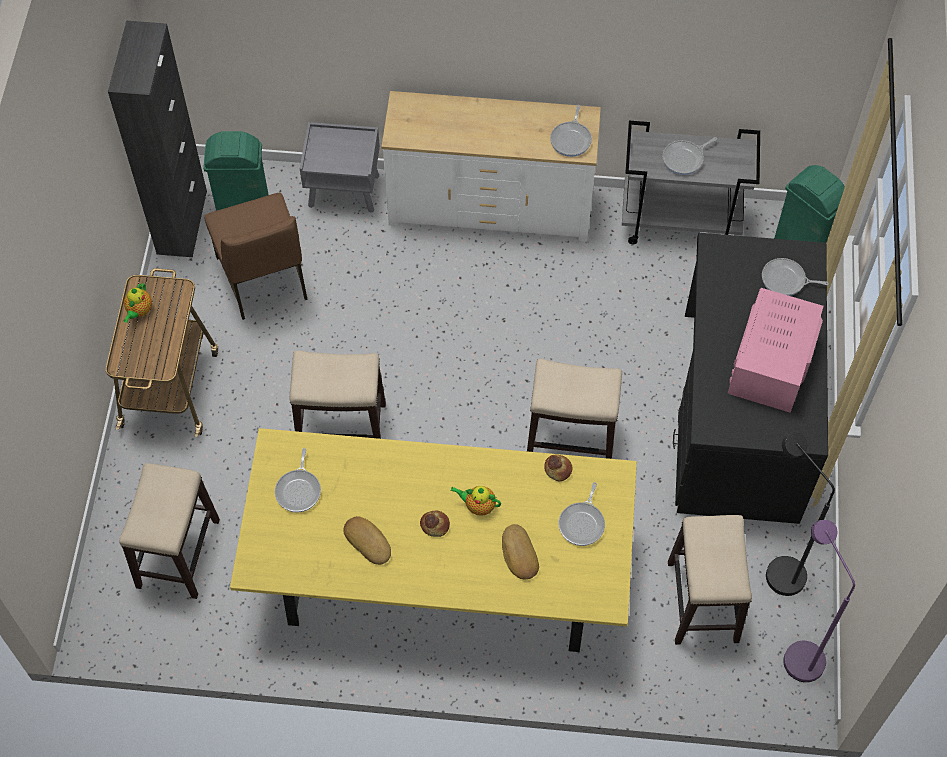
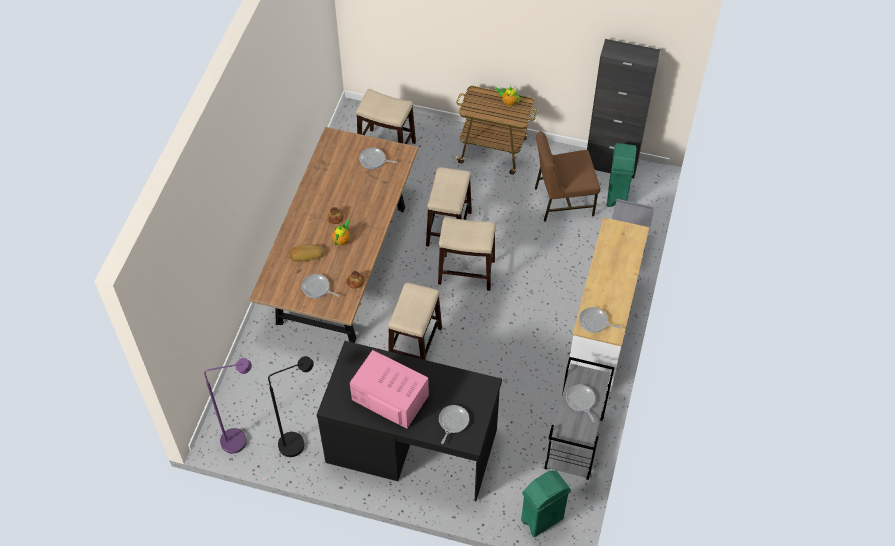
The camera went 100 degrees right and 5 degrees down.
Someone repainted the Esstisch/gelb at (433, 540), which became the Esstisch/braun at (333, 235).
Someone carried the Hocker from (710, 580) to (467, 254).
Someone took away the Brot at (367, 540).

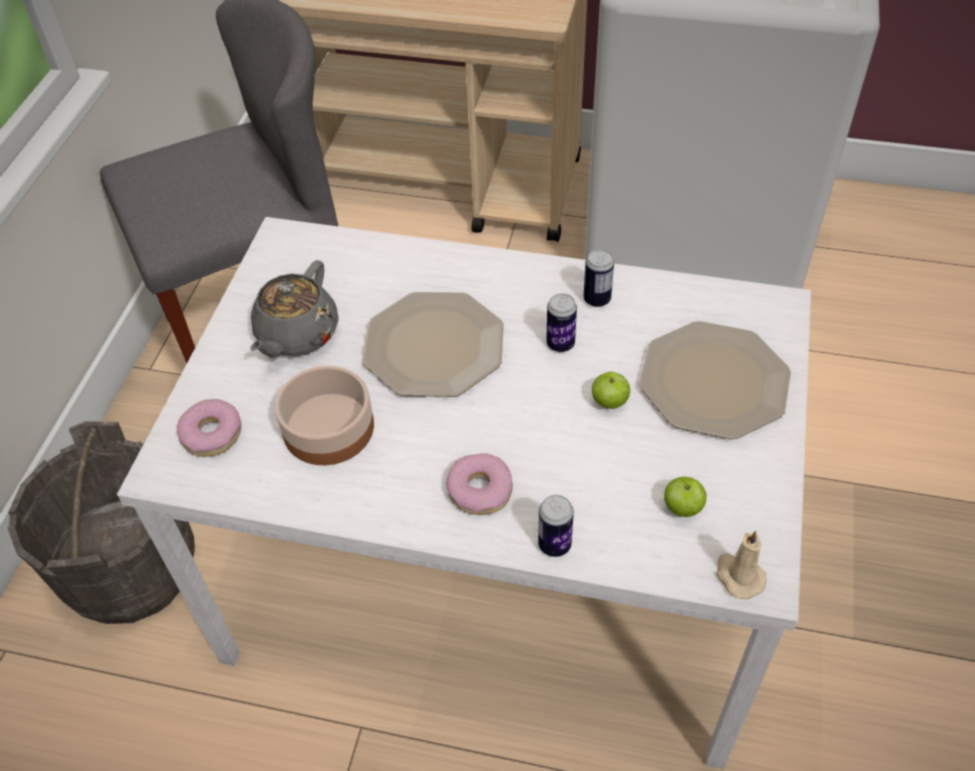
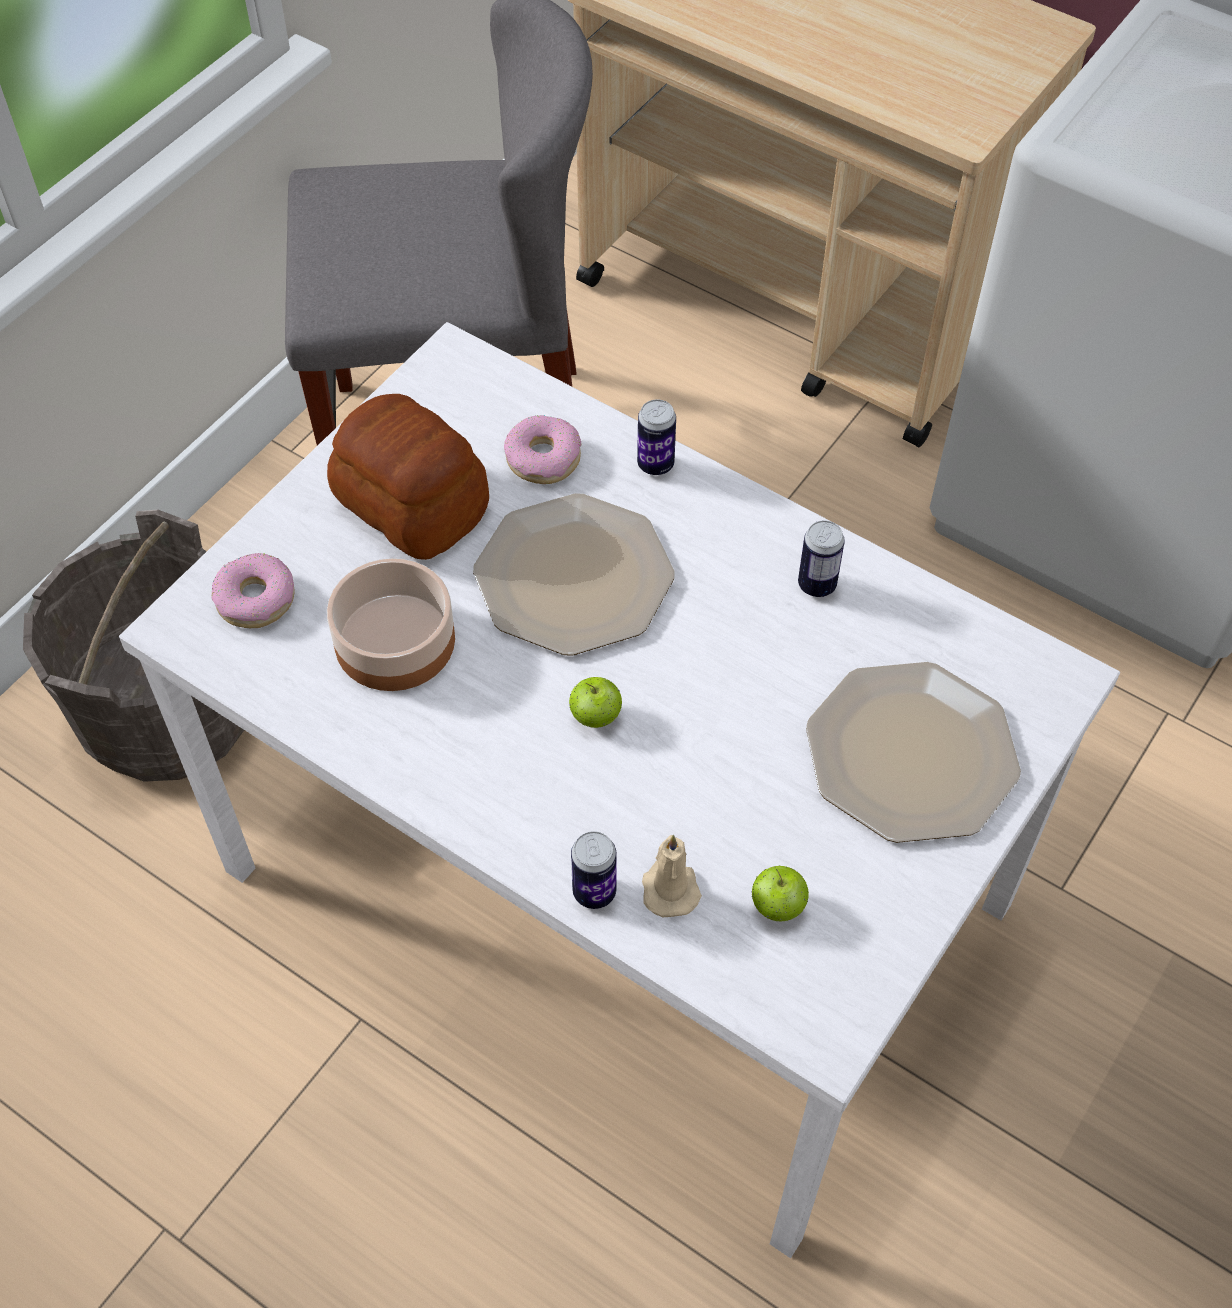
The camera went 20 degrees right and 5 degrees up.
Someone swapped the Teekanne/grau at (294, 309) for the Brot at (408, 477).
Someone carried the Donut from (479, 484) to (542, 449).
Someone carried the Apfel from (611, 390) to (595, 702).
Someone carried the Dose from (561, 322) to (656, 437).
Someone carried the Kerze/beige from (741, 565) to (672, 876).

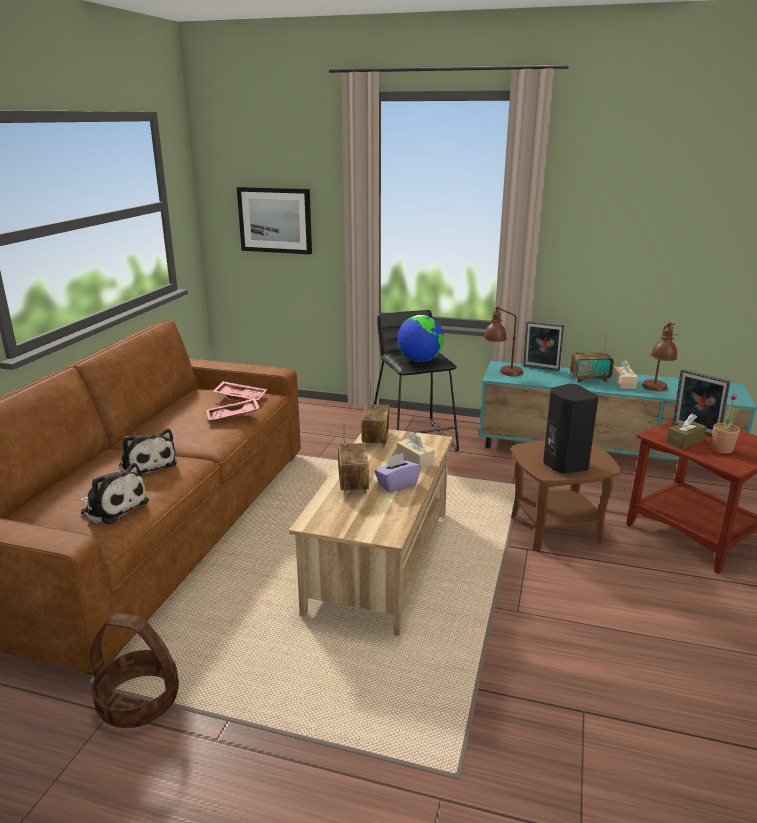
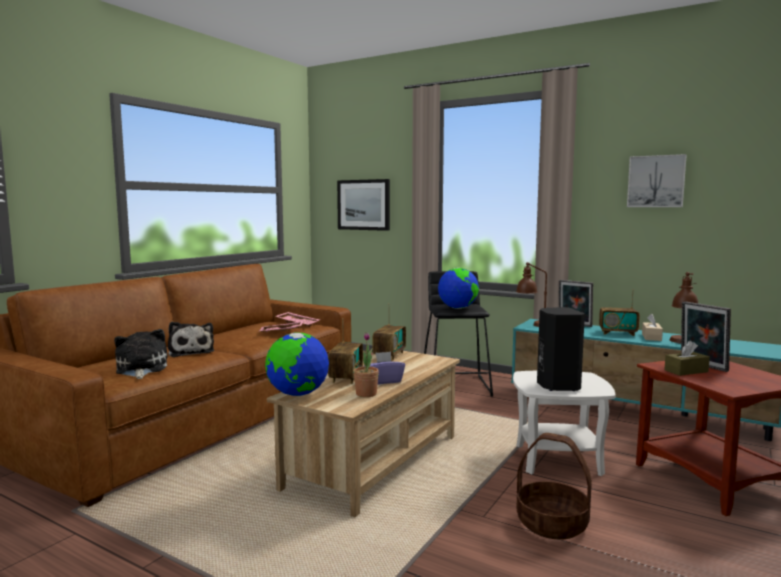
The camera went 15 degrees right and 15 degrees down.
Someone rotated the Plüschtier at (114, 493) by 150 degrees counterclockwise.
Someone put down the Globus at (297, 364).
Someone carried the Topfpflanze from (725, 423) to (366, 365).
Someone repainted the Beistelltisch/braun at (566, 496), which became the Beistelltisch/weiß at (564, 423).
Someone carried the Korb from (134, 670) to (554, 486).
Someone put up the Bild at (657, 180).
Someone took away the Taschentuchbox/beige at (416, 450).

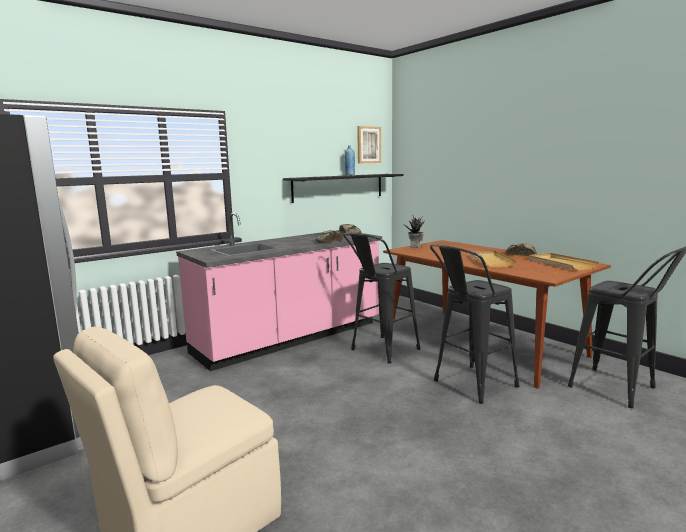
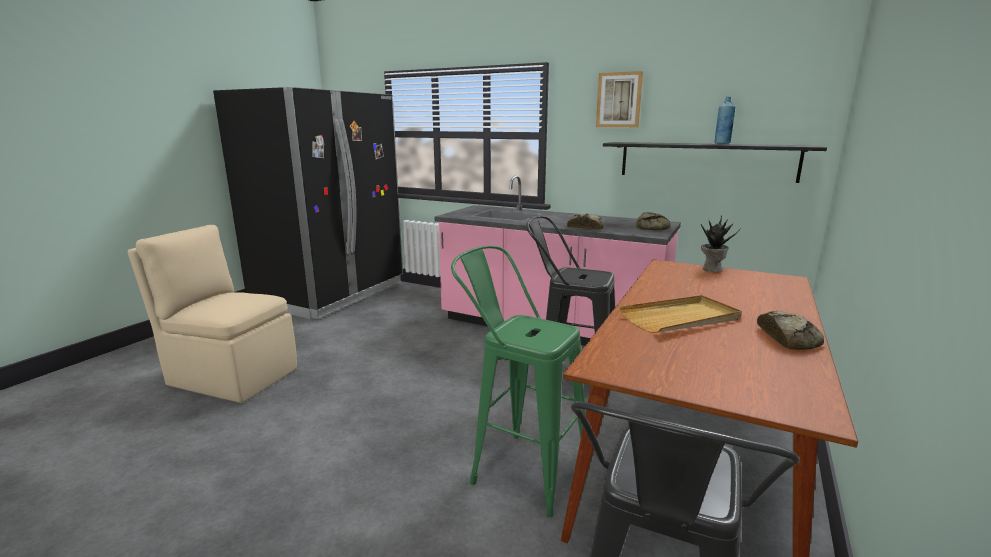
The camera went 65 degrees right and 5 degrees up.
Someone repainted the Hocker/schwarz at (475, 324), which became the Hocker/grün at (518, 381).
Someone carried the Bild from (369, 145) to (619, 99).
Someone took away the Tablett/beige at (564, 261).

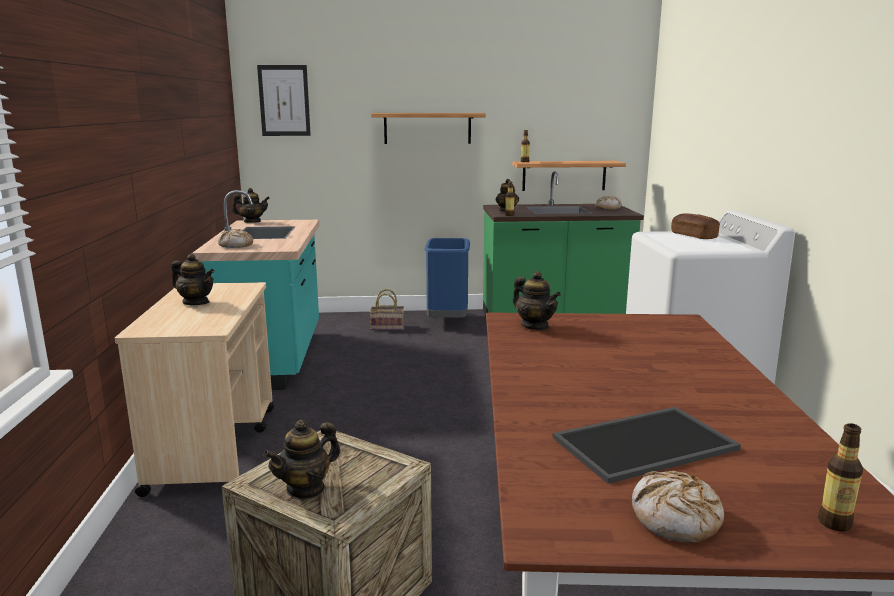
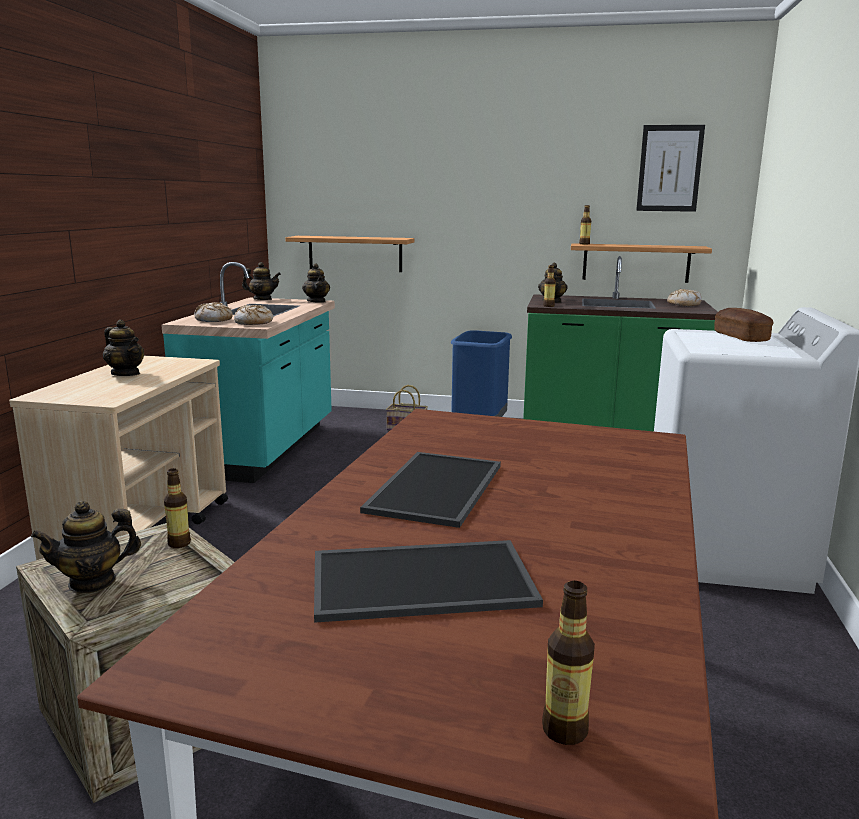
The camera went 15 degrees right and 0 degrees up.
Someone put down the Flasche at (177, 508).
Someone carried the Brot from (678, 506) to (253, 315).
Someone carried the Wandregal from (428, 128) to (350, 254).
Someone carried the Teekanne from (537, 300) to (316, 283).
Someone put down the Tablett at (430, 490).
Someone carried the Bild from (284, 100) to (670, 168).

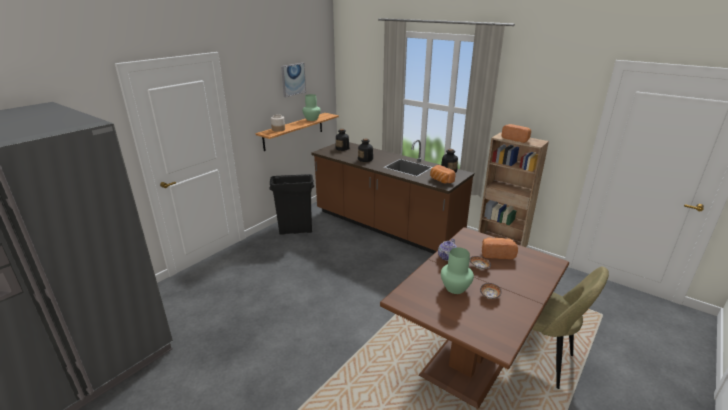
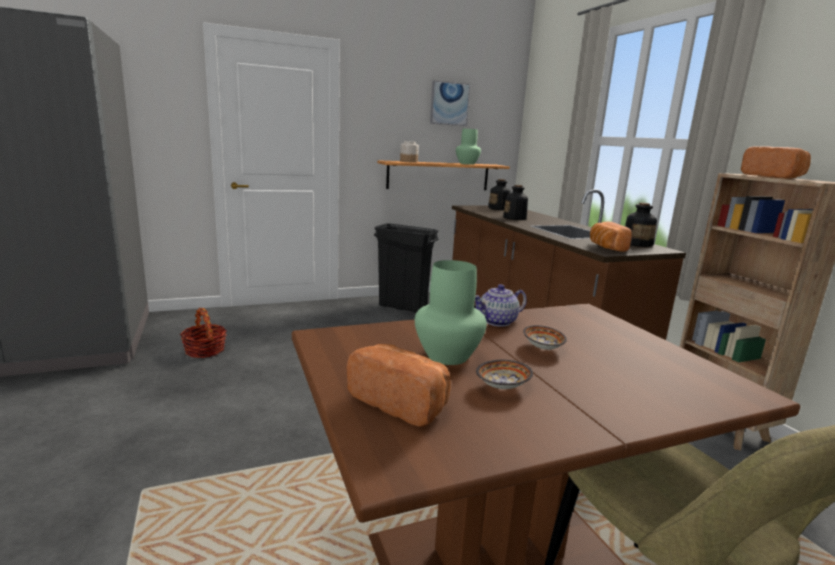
The camera went 30 degrees right and 10 degrees down.
Someone put down the Korb at (203, 333).
Someone carried the Brot from (500, 248) to (399, 385).

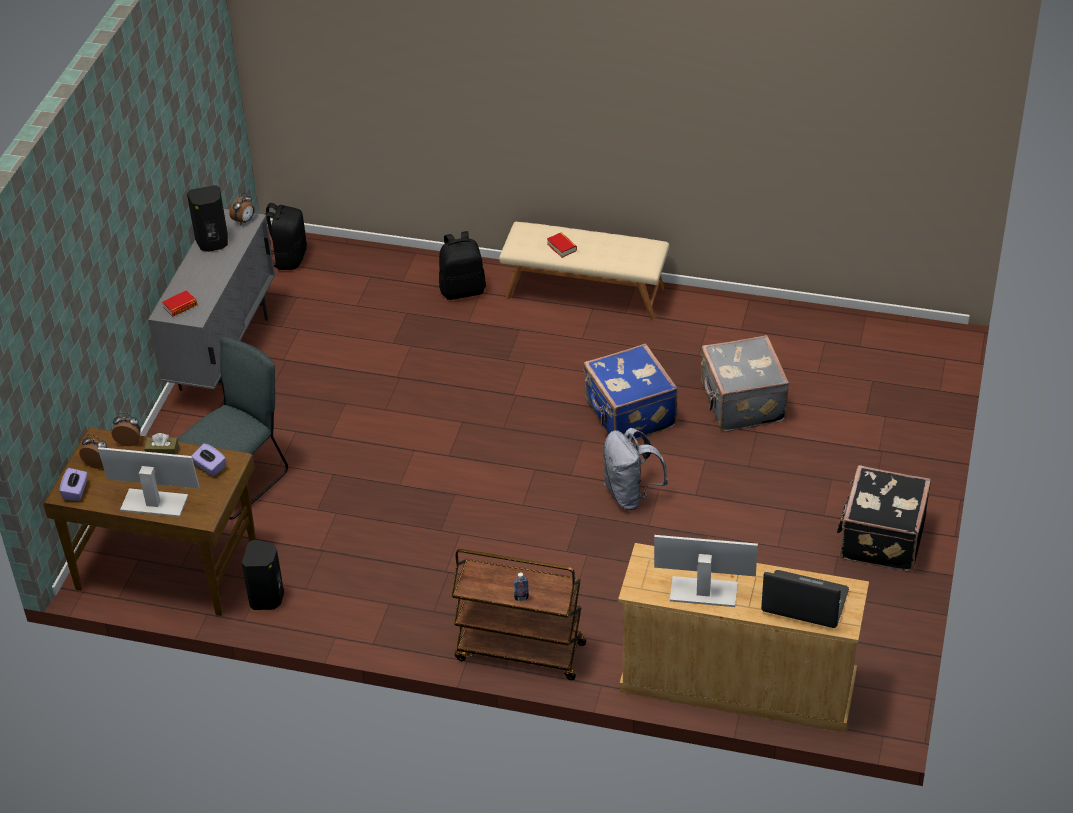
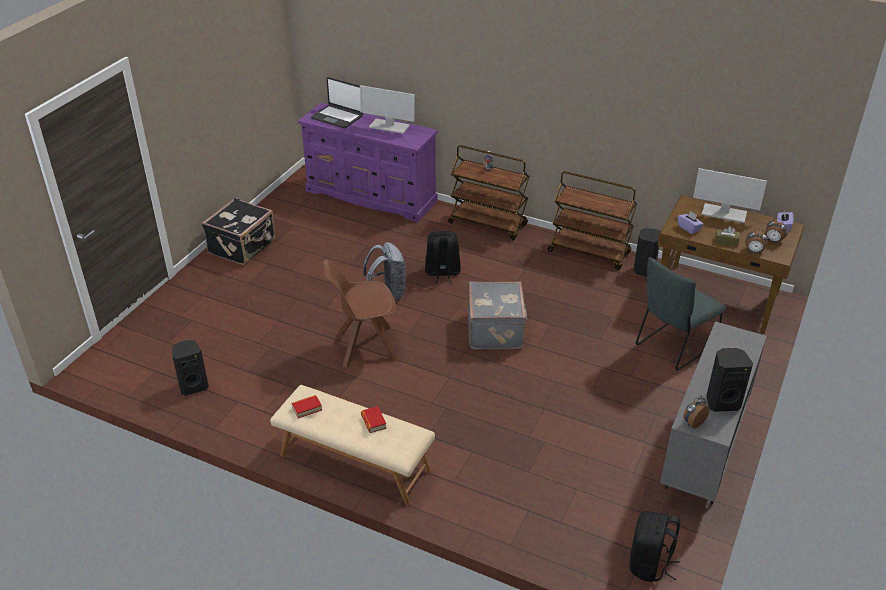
The camera went 170 degrees left and 5 degrees down.
Someone put down the Lautsprecher/schwarz at (190, 368).
Someone carried the Buch from (179, 303) to (307, 406).
Someone repainted the Kommode/beige at (743, 638), which became the Kommode/lila at (368, 162).
Someone swapped the Koffer/blau at (630, 392) for the Stuhl/braun at (360, 313).
Someone carried the Rucksack/schwarz from (462, 265) to (443, 257).
Someone carried the Koffer/grau from (745, 383) to (498, 315).
Someone put down the Rollwagen/braun at (592, 220).

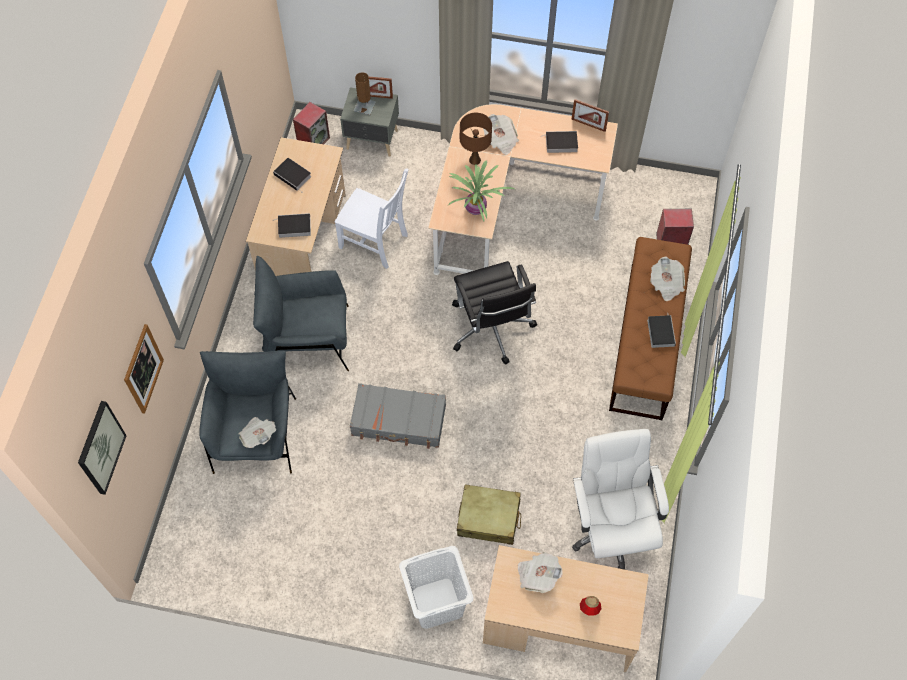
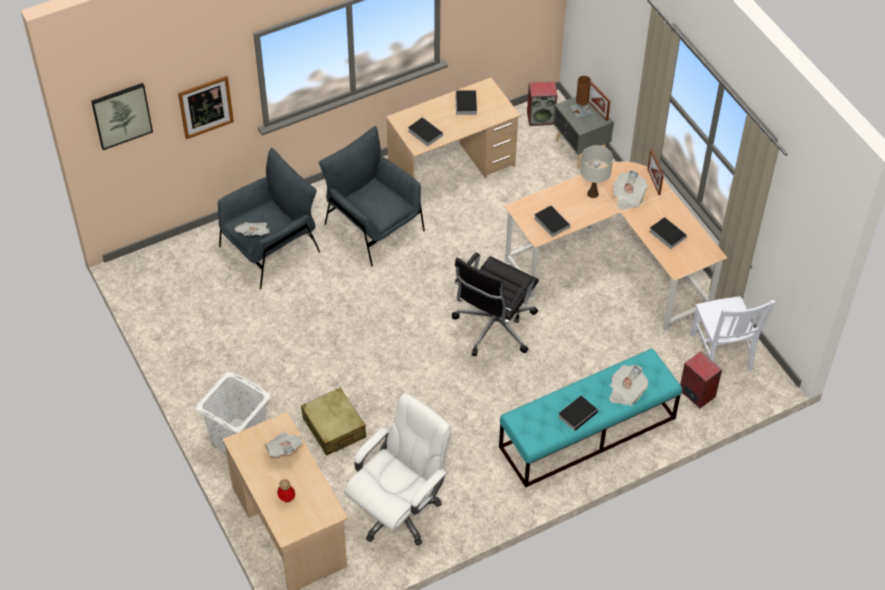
The camera went 50 degrees right and 10 degrees down.
Someone repainted the Bank/braun at (650, 328), which became the Bank/türkis at (590, 418).
Someone swapped the Topfpflanze at (481, 190) for the Buch at (552, 221).
Someone repainted the Tischlampe/braun at (476, 139), which became the Tischlampe/weiß at (596, 171).
Someone carried the Bilderrahmen from (590, 115) to (655, 172).
Someone carried the Stuhl/weiß from (372, 219) to (732, 333).
Someone took away the Koffer/grau at (398, 416).

